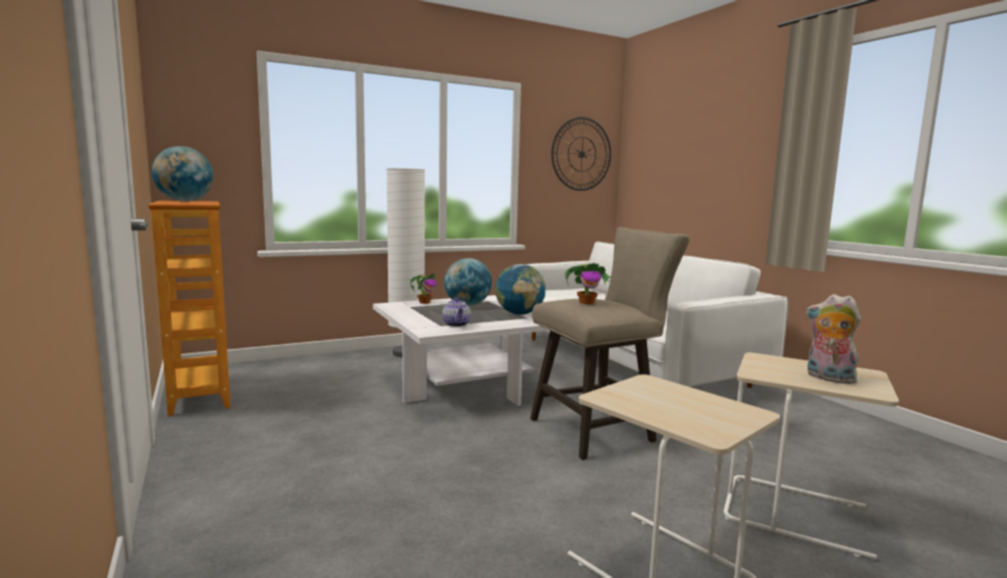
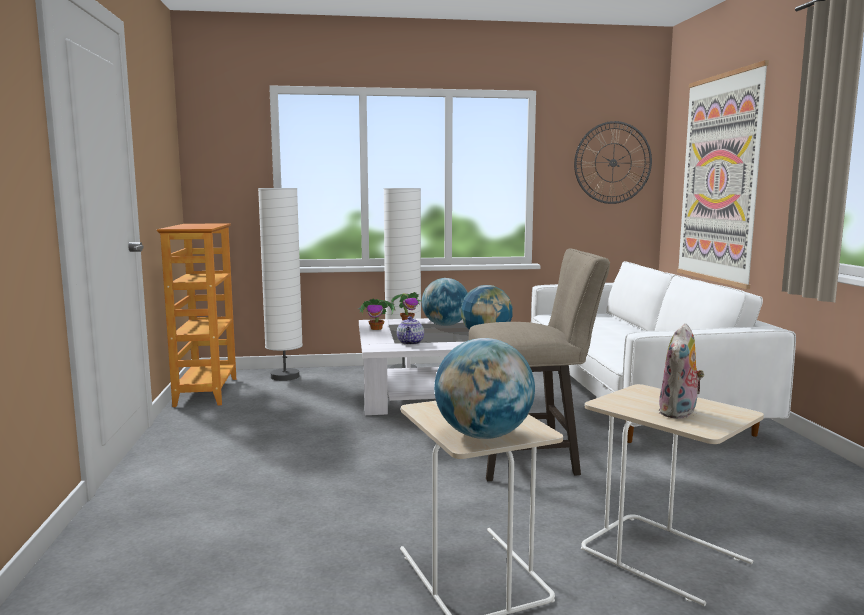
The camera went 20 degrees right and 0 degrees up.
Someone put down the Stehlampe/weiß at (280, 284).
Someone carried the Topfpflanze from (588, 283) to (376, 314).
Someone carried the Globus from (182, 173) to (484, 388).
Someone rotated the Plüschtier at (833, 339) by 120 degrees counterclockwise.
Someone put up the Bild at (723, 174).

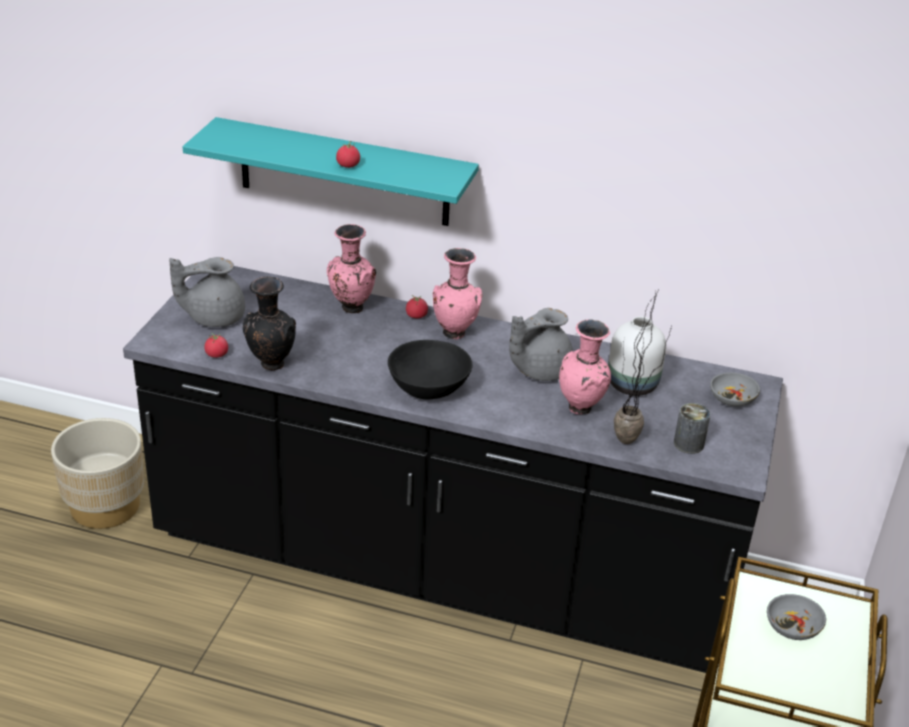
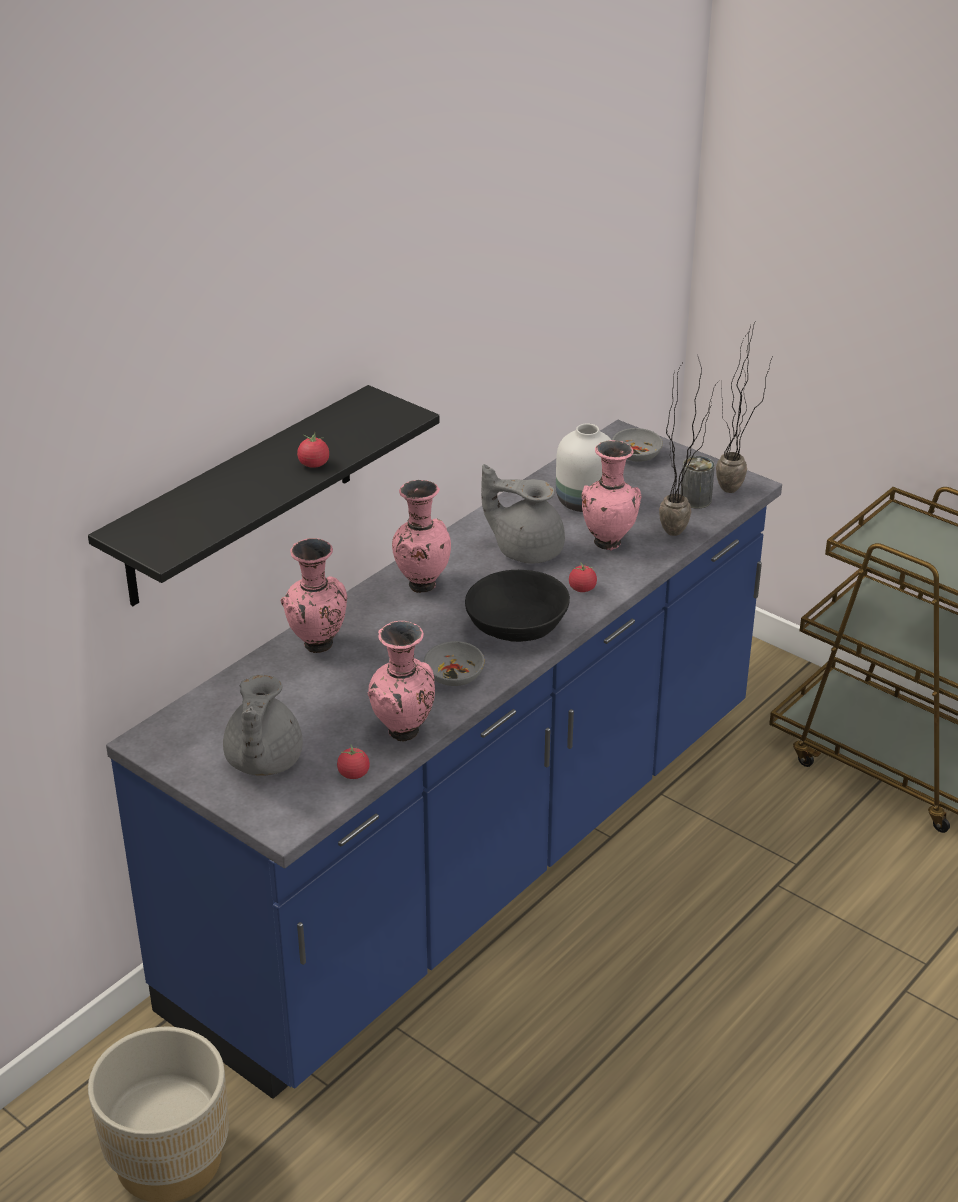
The camera went 65 degrees left and 0 degrees up.
Someone repainted the Wandregal/türkis at (331, 171), which became the Wandregal/schwarz at (263, 495).
Someone repainted the Küchenzeile/schwarz at (453, 469), which became the Küchenzeile/blau at (444, 759).
Someone repainted the Vase/schwarz at (269, 323), which became the Vase/rosa at (401, 681).
Someone carried the Schüssel/grau from (796, 617) to (454, 663).
Someone rotated the Teekanne/grau at (541, 344) by 120 degrees clockwise.
Someone carried the Tomate from (417, 307) to (583, 577).
Someone put down the Topfpflanze at (744, 406).

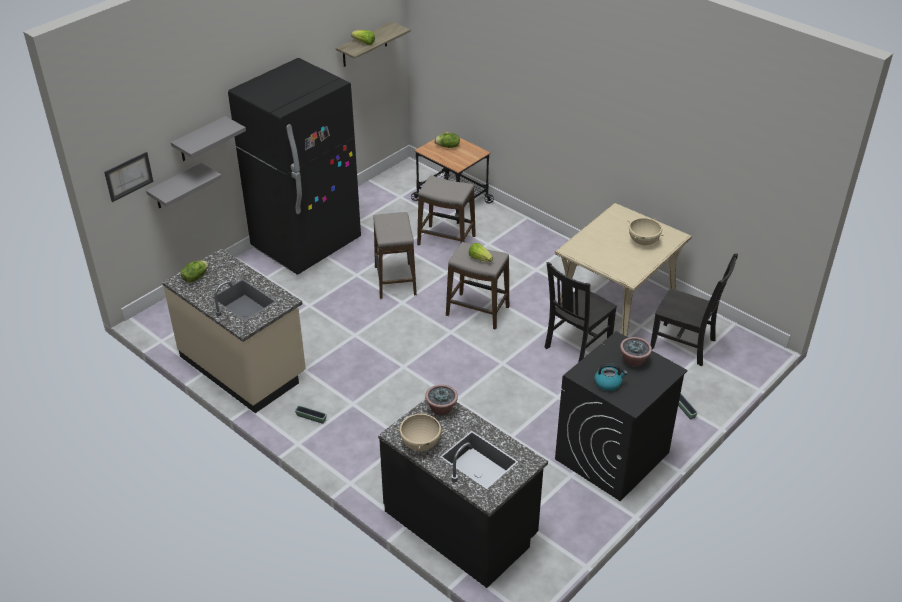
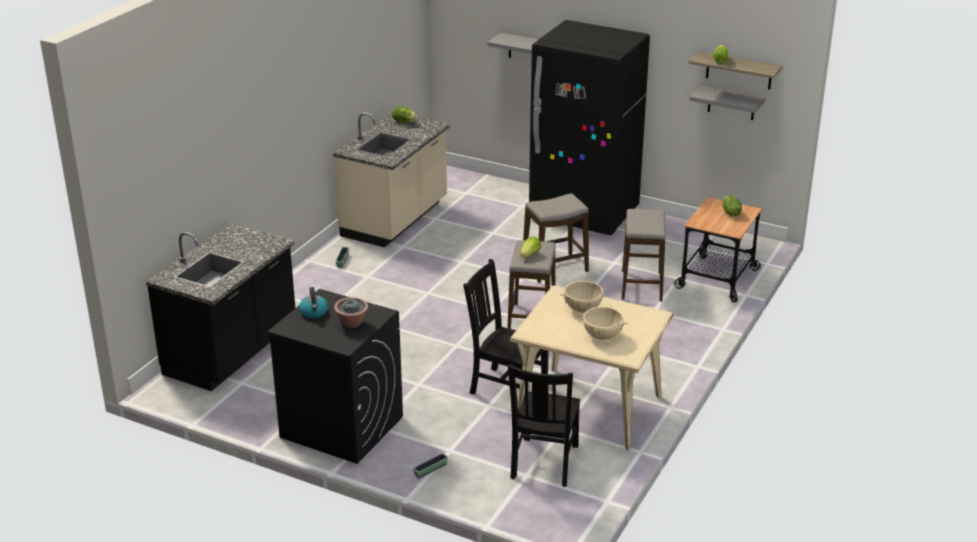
The camera went 75 degrees right and 10 degrees down.
Someone carried the Kochtopf/beige from (420, 431) to (583, 296).
Someone carried the Wandregal/grau from (184, 186) to (727, 103).
Someone took away the Bild at (129, 177).
Someone took away the Topfpflanze at (441, 400).

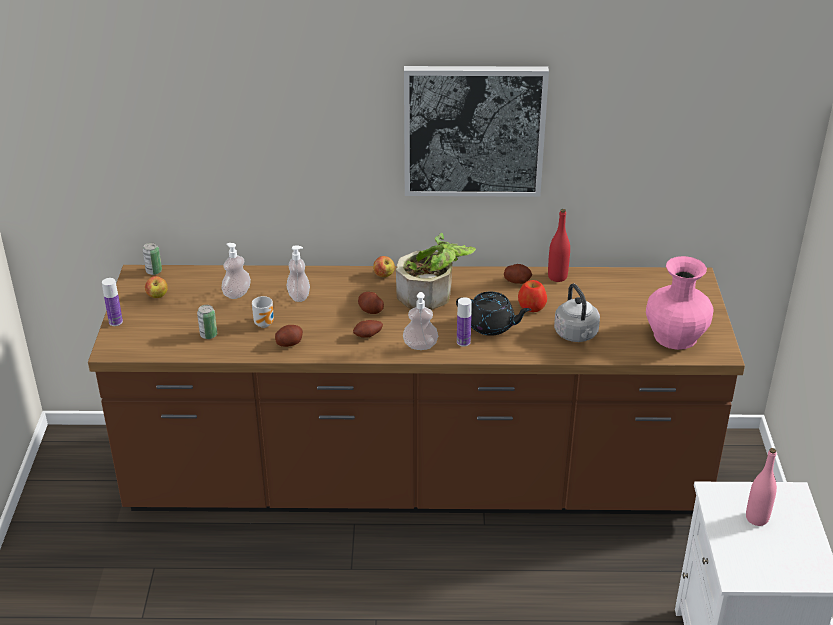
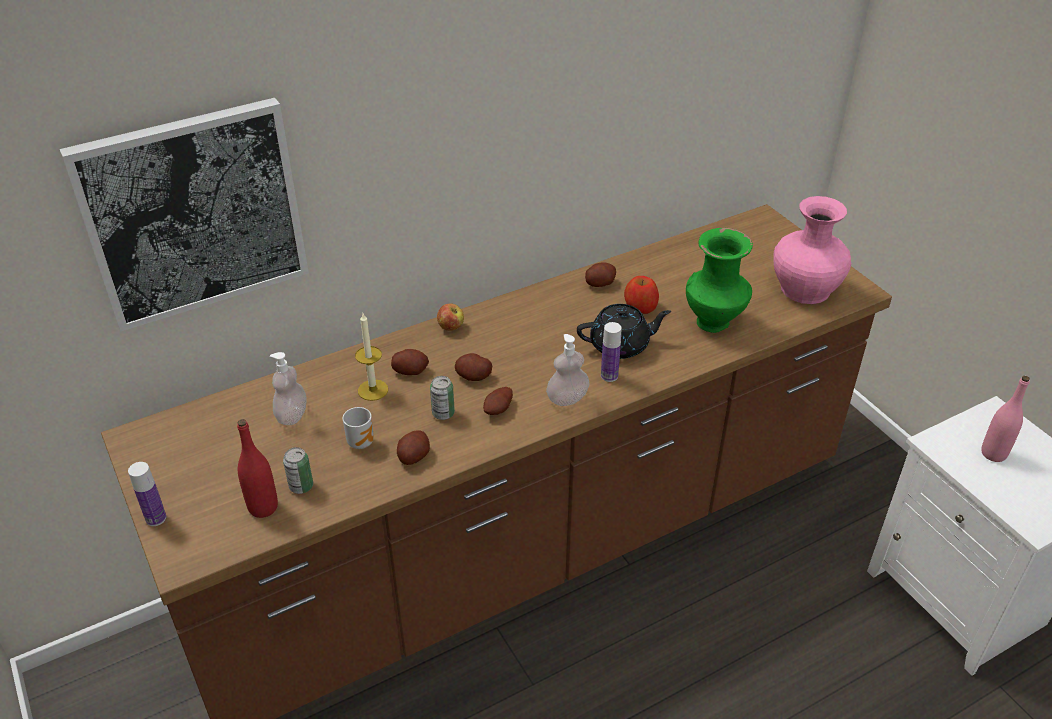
The camera went 30 degrees left and 5 degrees up.
Someone carried the Bild from (476, 131) to (184, 214).
Someone carried the Flasche/rot from (559, 245) to (257, 468).
Someone swapped the Seifenspender at (298, 273) for the Kerze at (371, 357).
Someone put down the Kartoffel at (410, 362).
Someone carried the Dose from (152, 258) to (442, 398).
Someone swapped the Wasserkessel/grau at (577, 313) for the Vase/grün at (719, 280).
Someone took away the Apfel at (156, 287).
Someone took away the Topfpflanze at (436, 271).

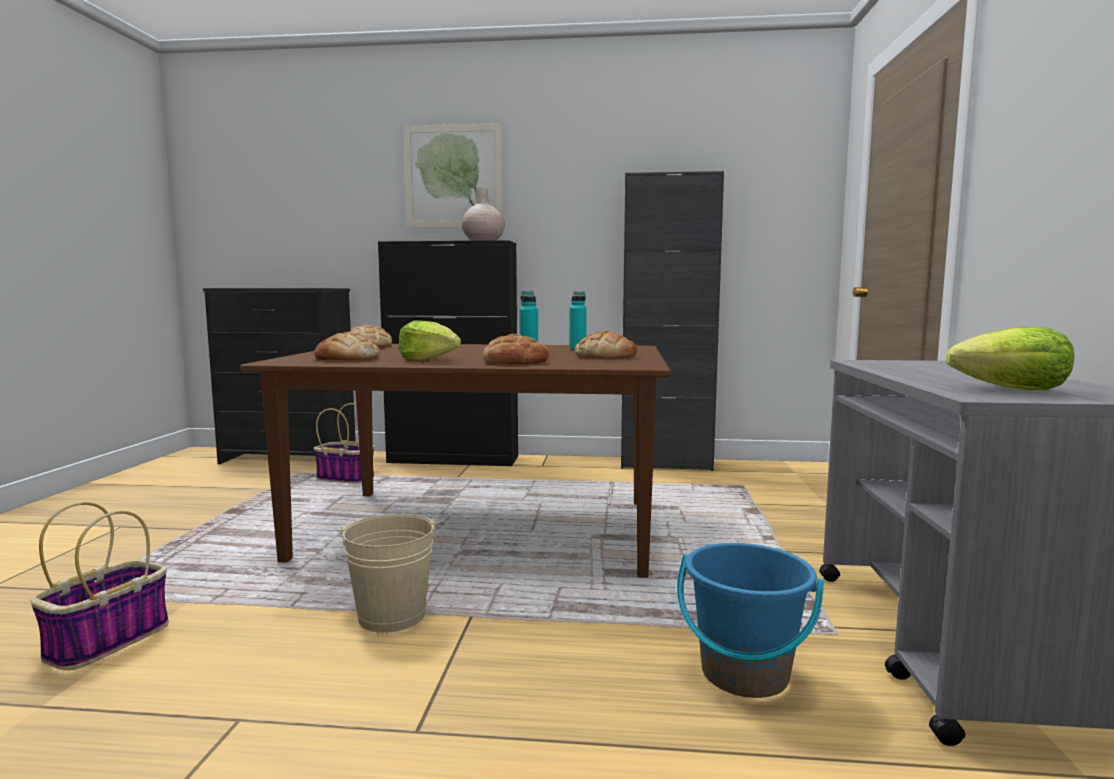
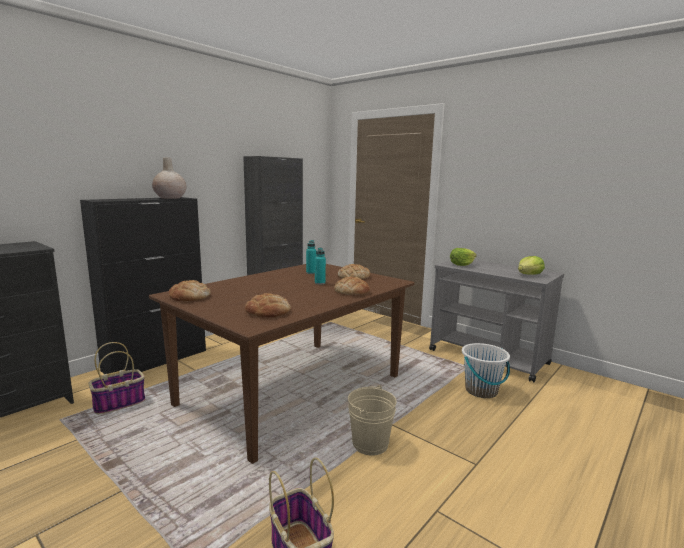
The camera went 55 degrees left and 5 degrees up.
Someone carried the Salatkopf from (429, 340) to (463, 257).
Someone repainted the Eimer/blau at (750, 620), which became the Eimer/weiß at (486, 370).
Someone took away the Bild at (453, 175).

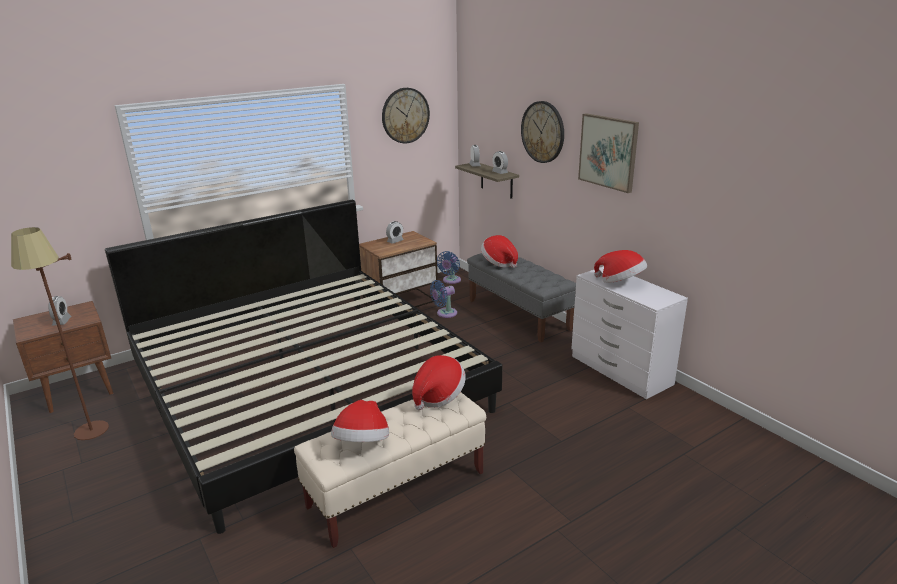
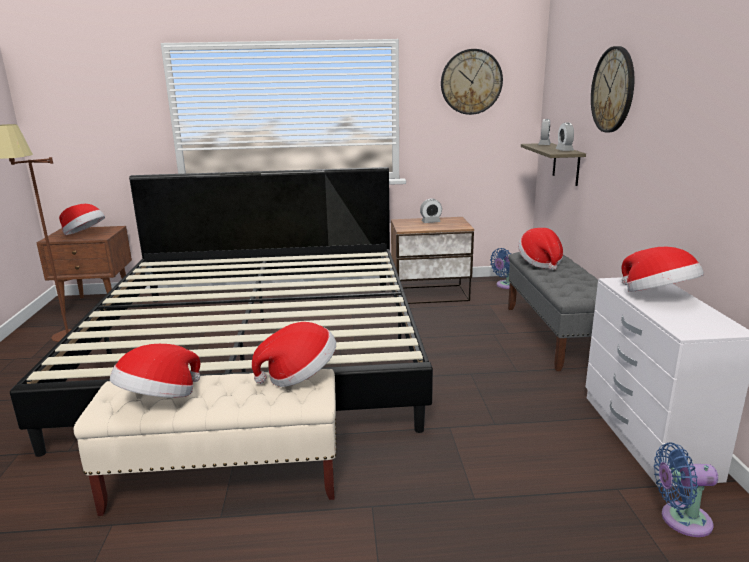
The camera went 30 degrees right and 5 degrees down.
Someone swapped the Wecker at (60, 311) for the Hut at (82, 219).
Someone carried the Ventilator/blau from (443, 299) to (686, 489).
Someone took away the Bild at (608, 153).

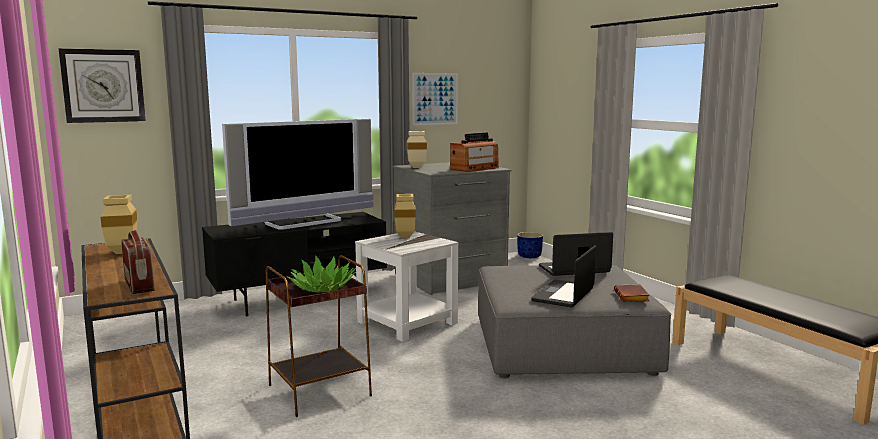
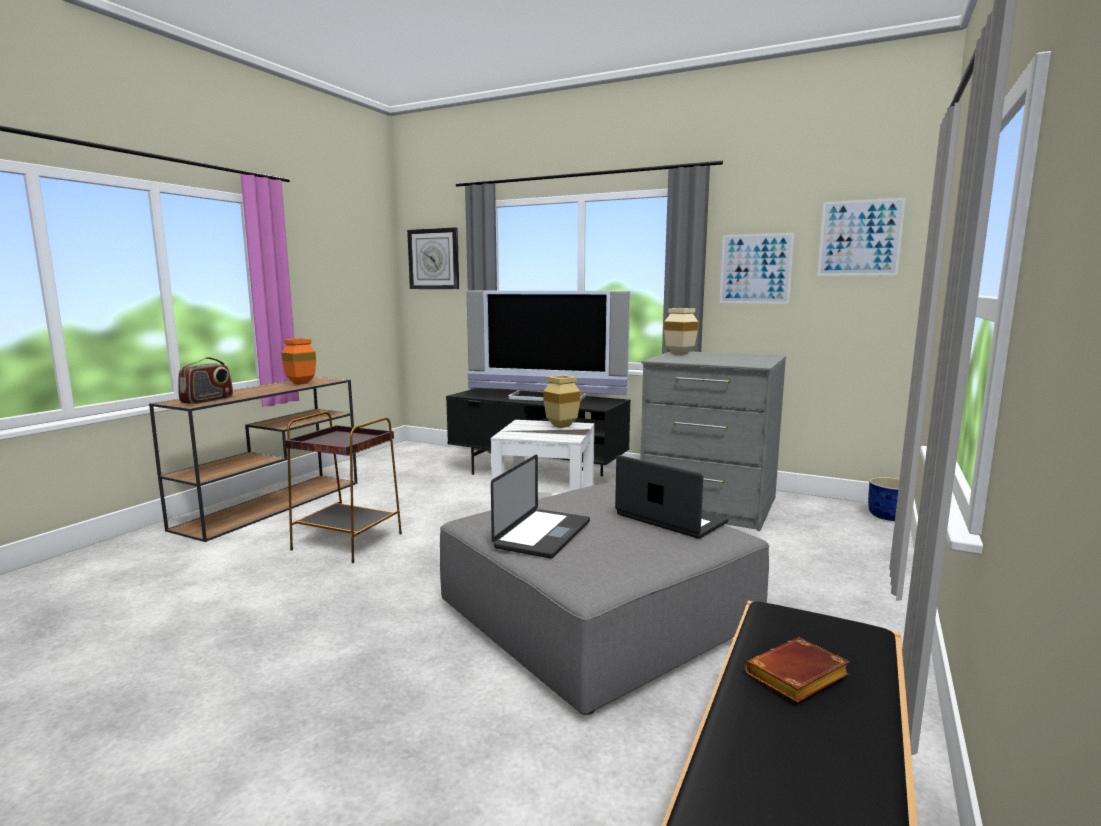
The camera went 55 degrees right and 0 degrees up.
Someone repainted the Vase/beige at (118, 224), which became the Vase/orange at (298, 361).
Someone rotated the Laptop at (563, 276) by 120 degrees clockwise.
Someone carried the Buch/braun from (632, 293) to (797, 670).
Someone put up the Bild at (861, 237).
Someone took away the Topfpflanze at (322, 274).
Someone took away the Radio at (474, 152).

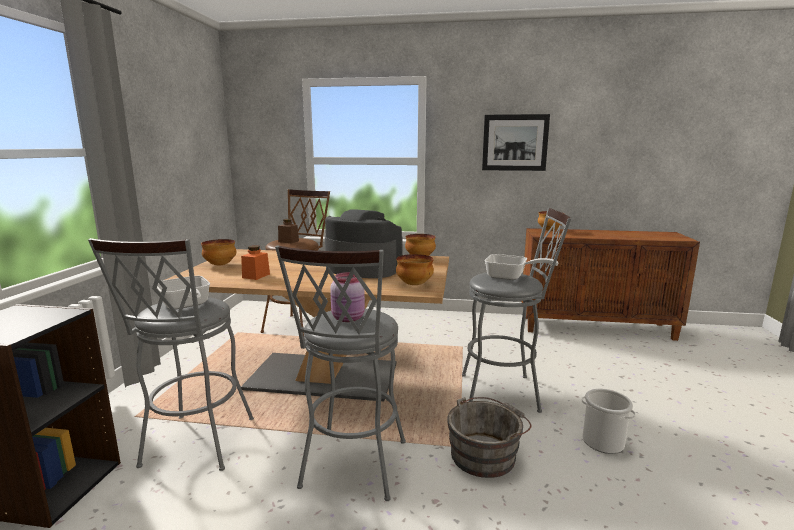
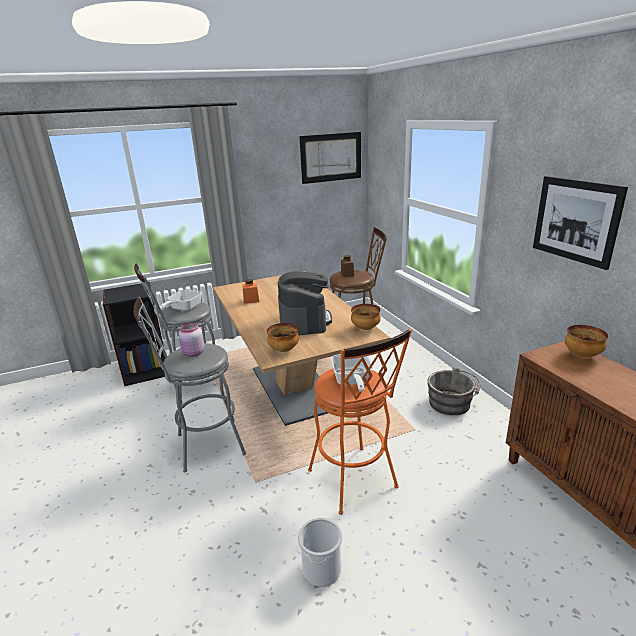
The camera went 60 degrees right and 10 degrees up.
Someone put up the Bild at (330, 158).
Someone repainted the Hocker/grau at (516, 310), which became the Hocker/orange at (360, 422).
Someone carried the Eimer/grau from (489, 437) to (454, 391).
Someone took away the Schüssel at (218, 252).

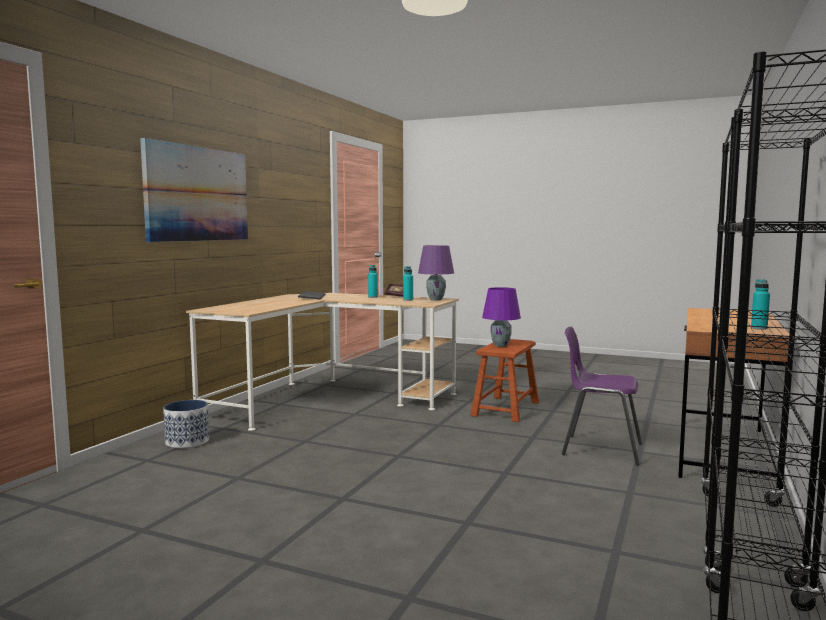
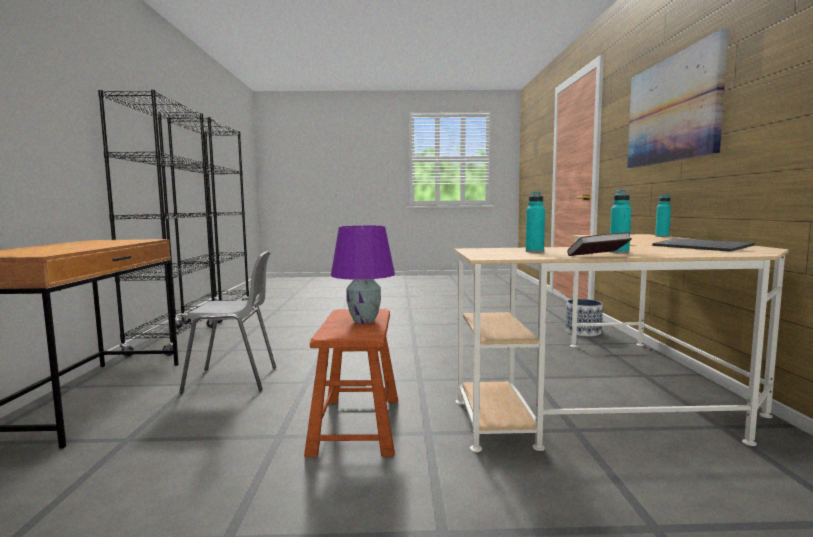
The camera went 155 degrees right and 0 degrees up.
Someone repainted the Stuhl/lila at (602, 396), which became the Stuhl/grau at (227, 322).
Someone carried the Flasche/türkis from (760, 304) to (663, 215).
Someone took away the Tischlampe/lila at (436, 273).

